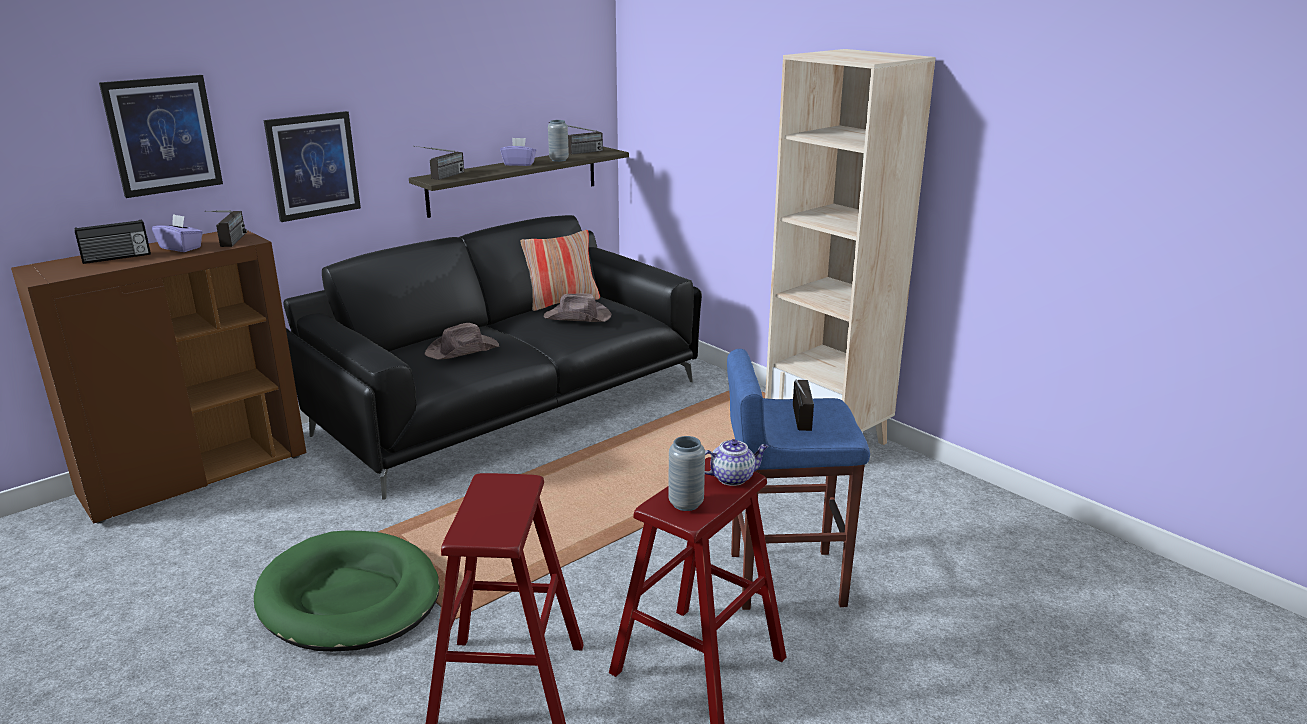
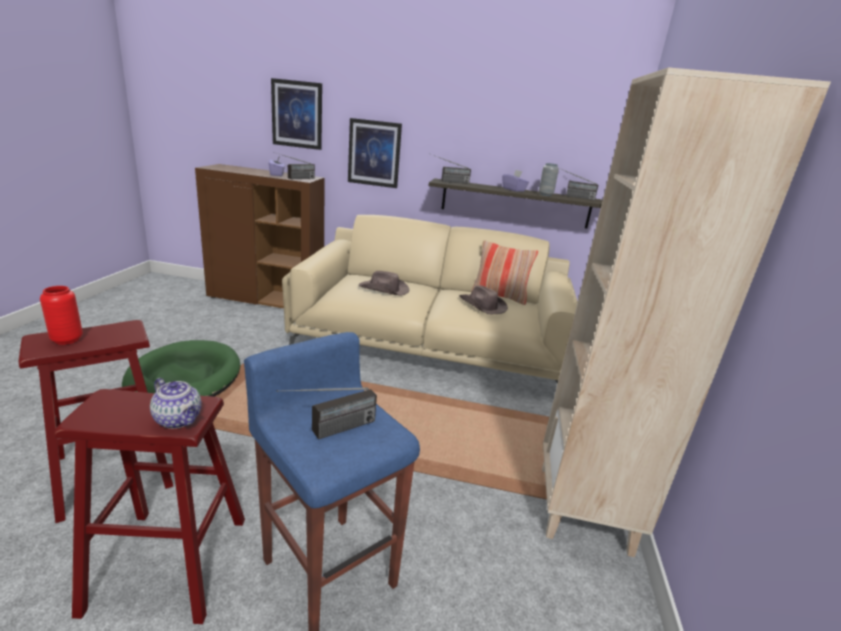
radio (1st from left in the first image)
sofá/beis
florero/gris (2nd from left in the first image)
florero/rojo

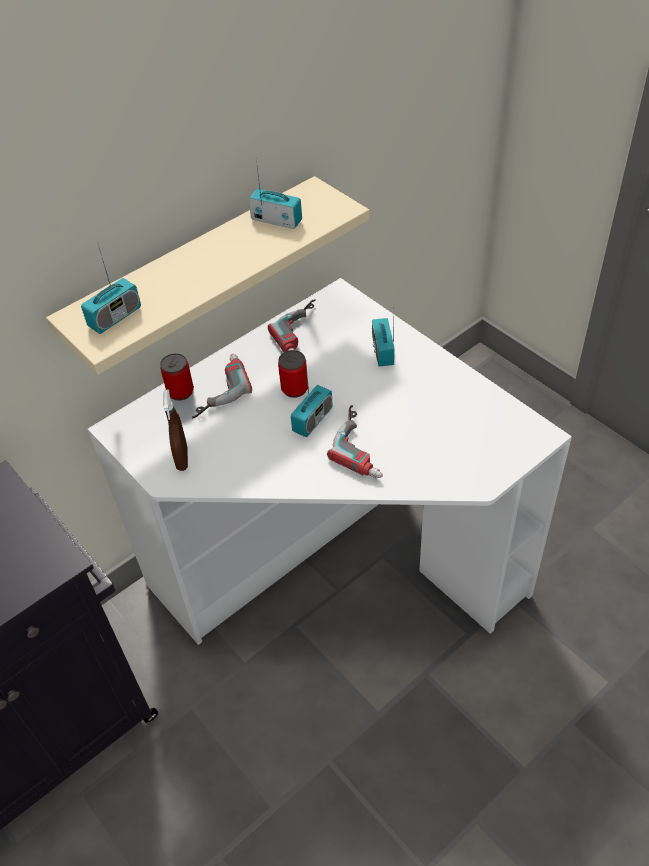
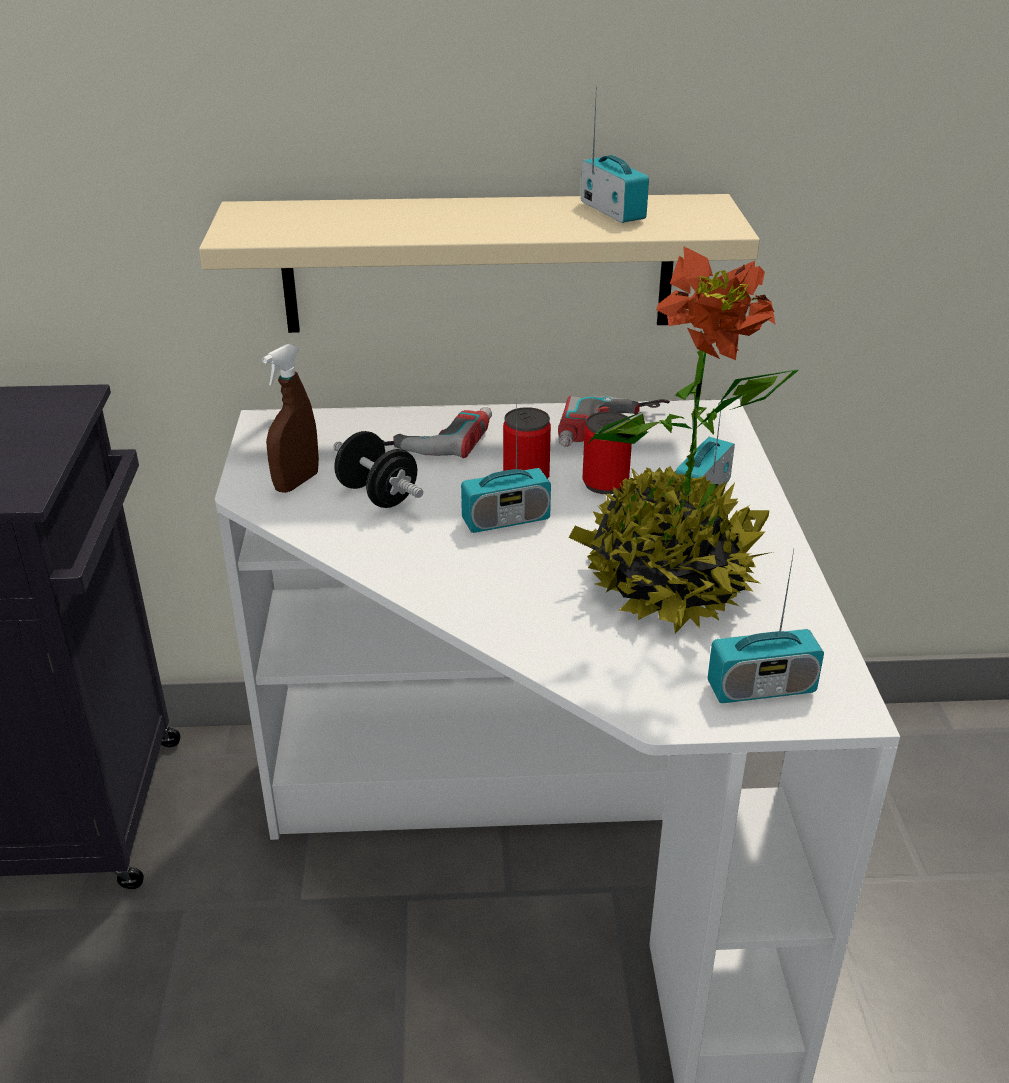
radio (4th from left)
lata (2nd from left)
taladro (3rd from left in the first image)
mancuerna/negro
planta en maceta

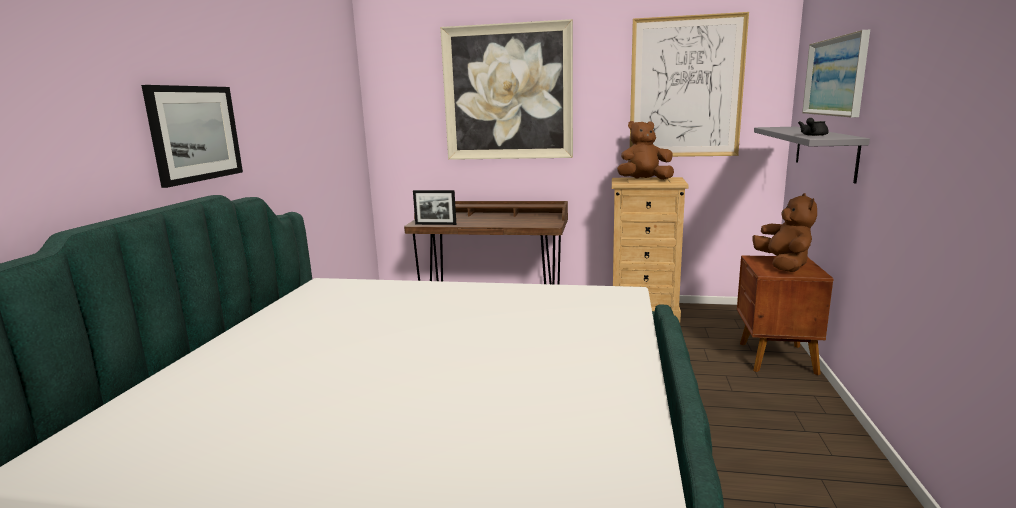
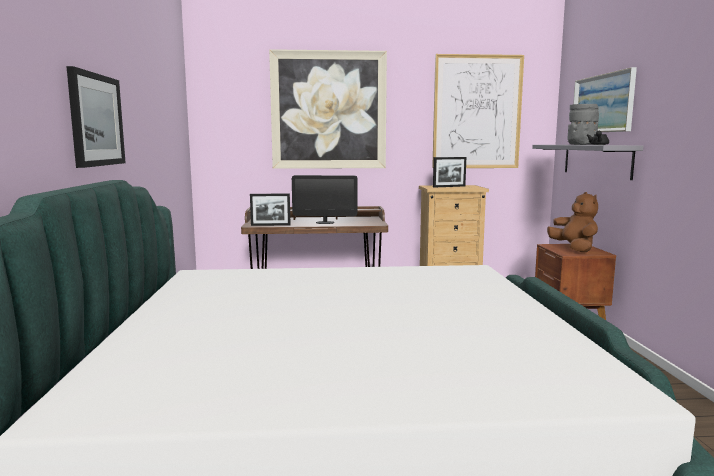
portarretratos (2nd from left)
monitor
florero/gris

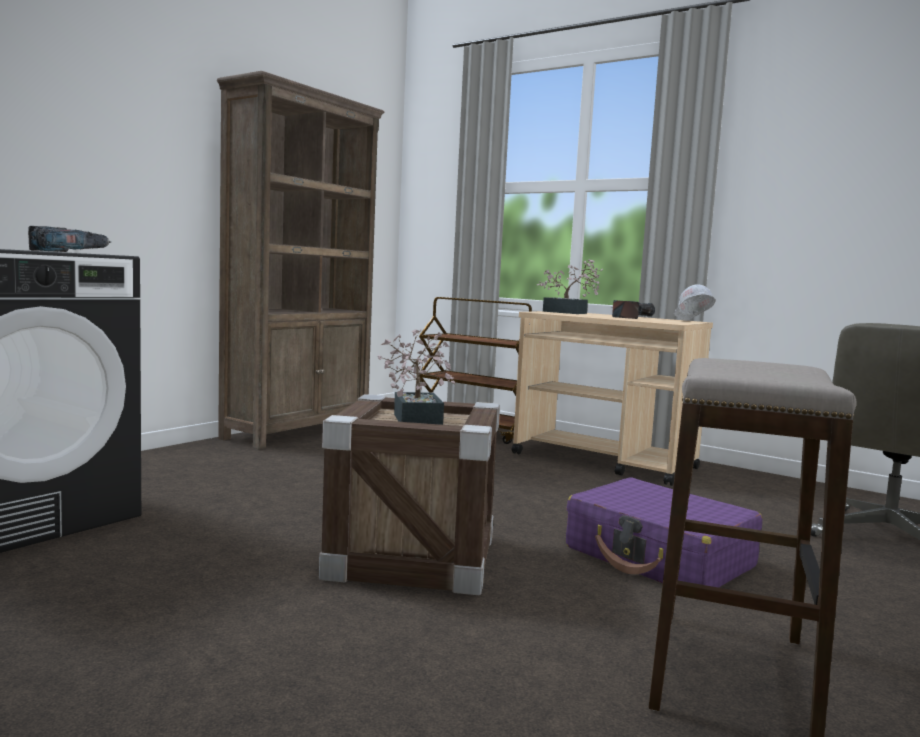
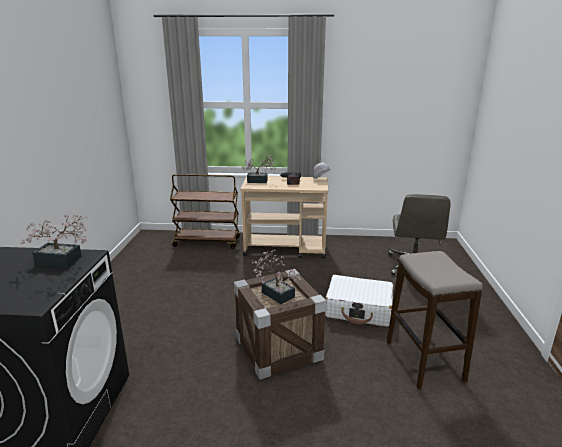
planta en maceta (1st from left)
estantería/marrón
maleta/blanco

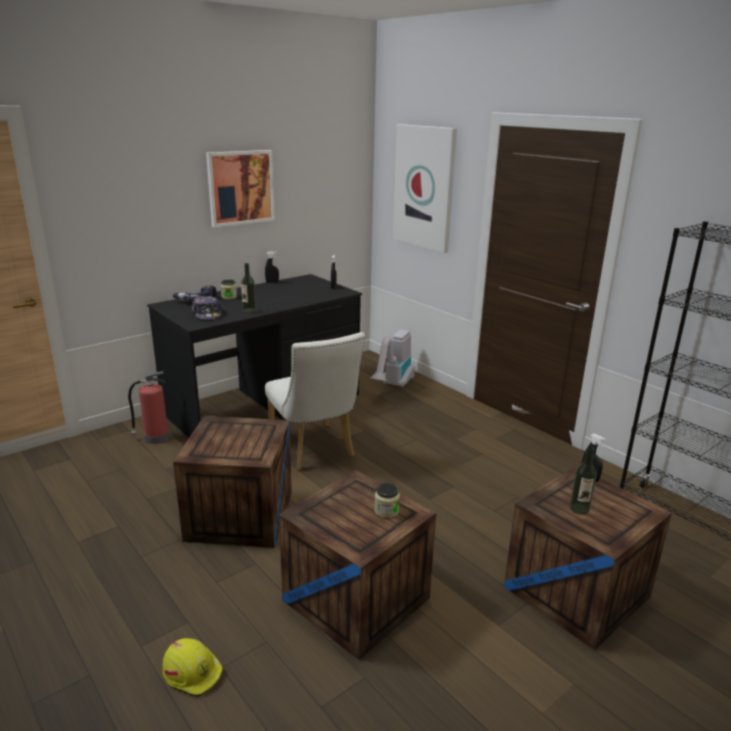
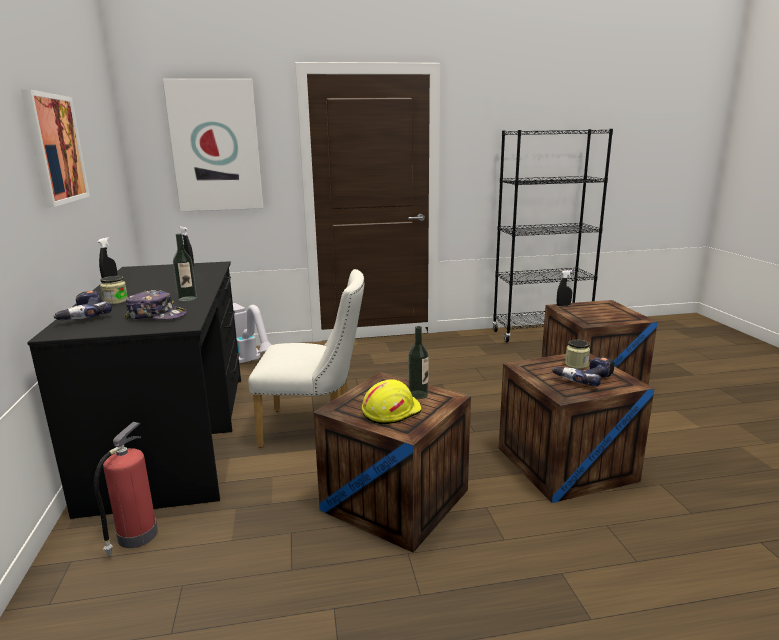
casco/amarillo
botella (2nd from left)
taladro (2nd from left)

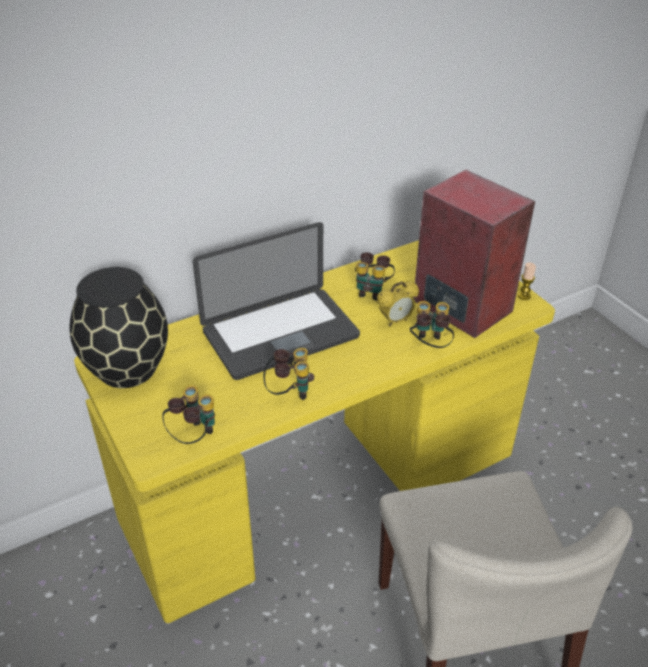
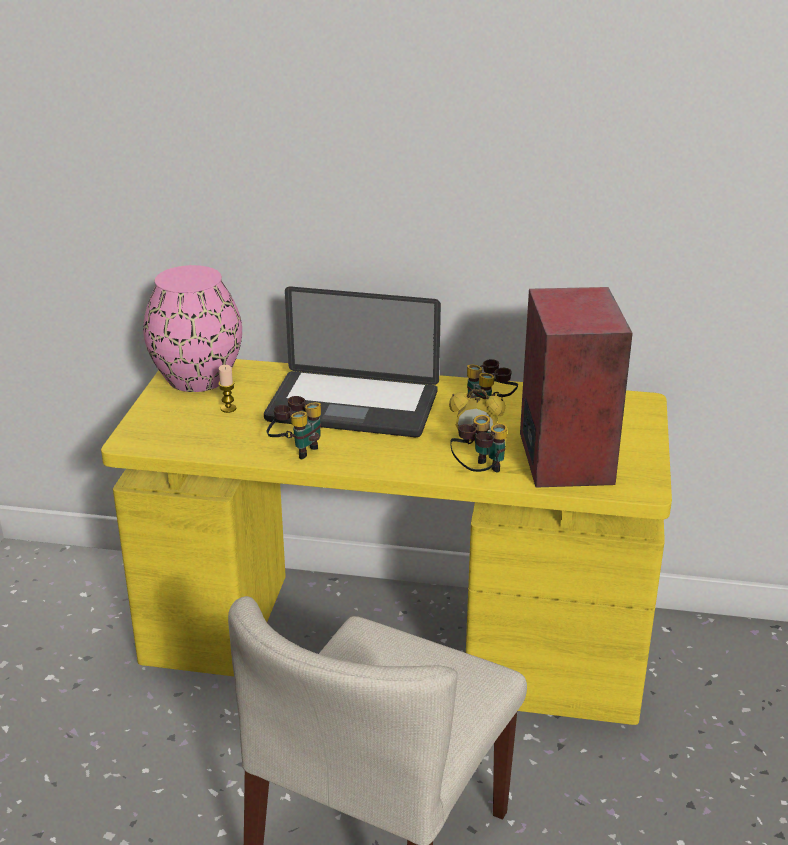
florero/rosa
prismáticos (1st from left in the first image)
vela

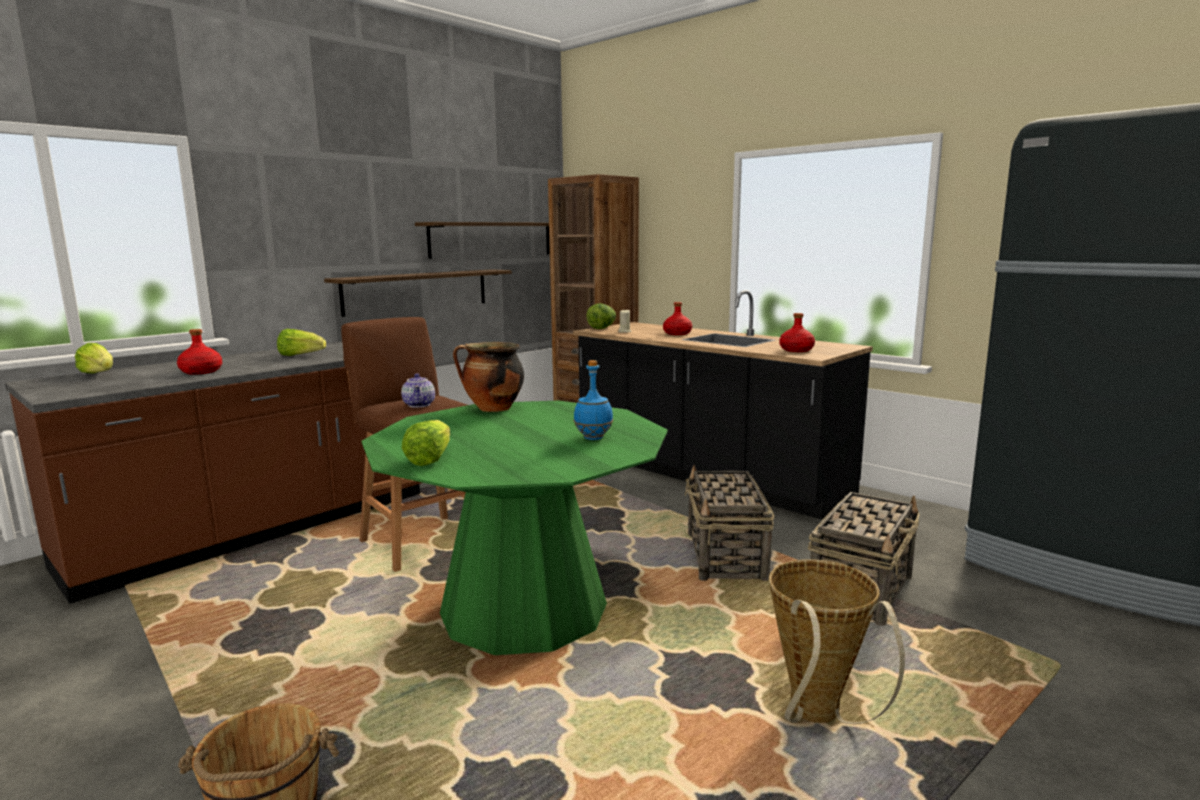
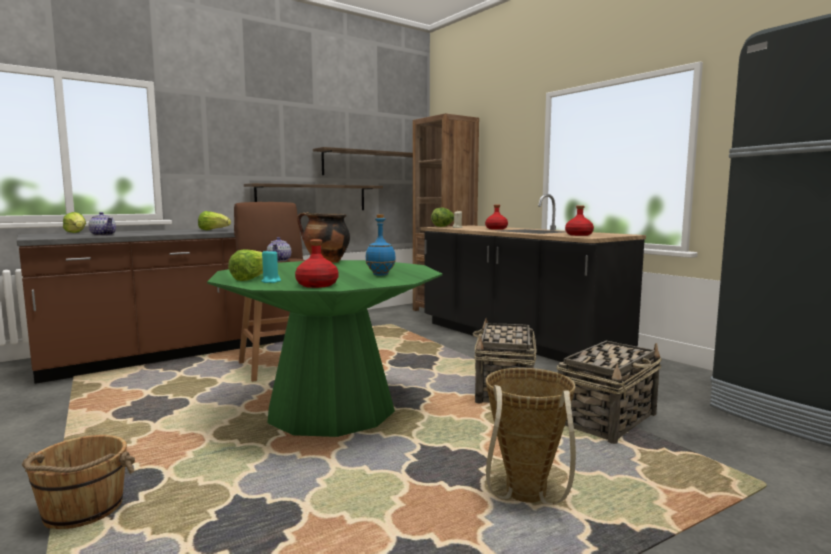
botella/rojo (1st from left)
tetera (1st from left)
vela/turquesa

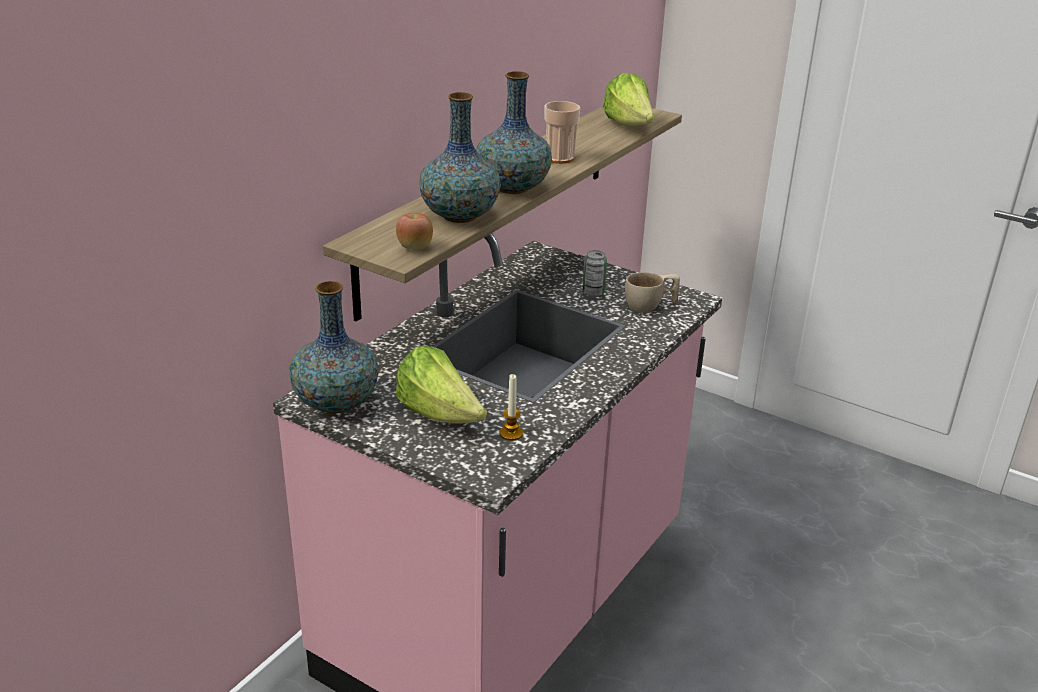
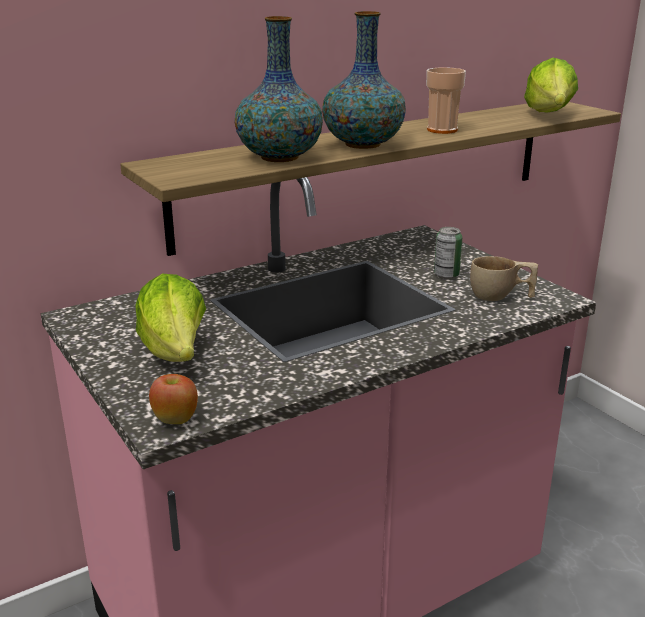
florero (1st from left in the first image)
manzana
vela

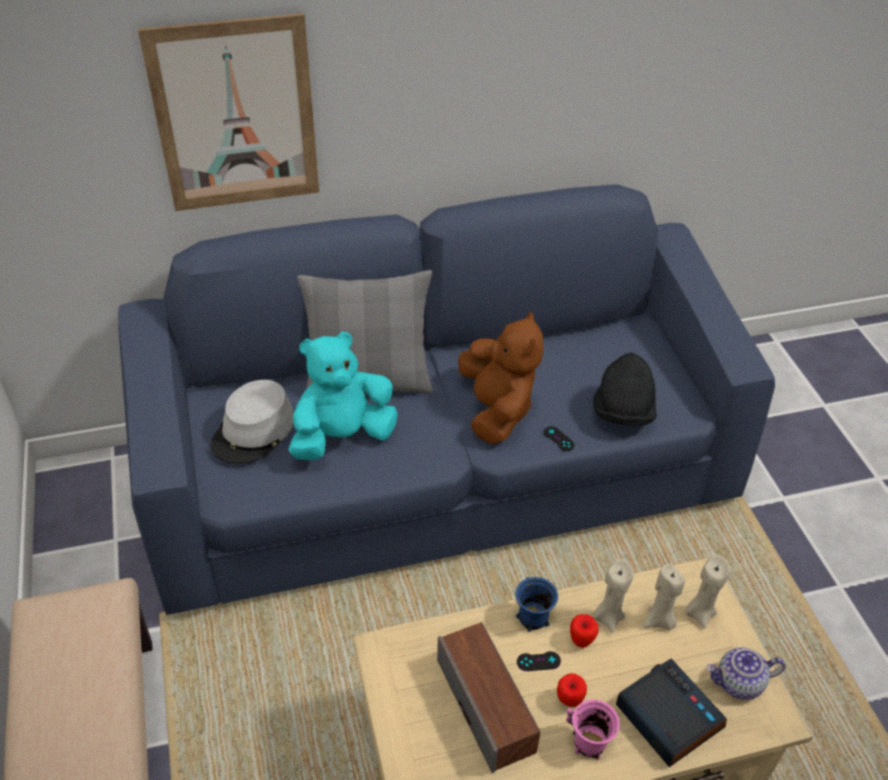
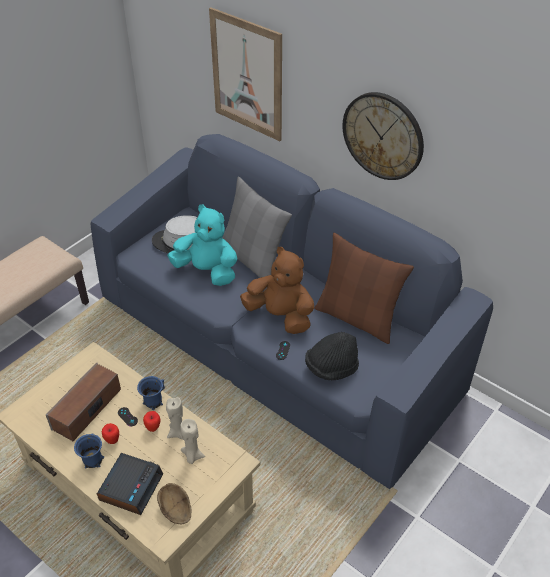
peluche/marrón
taza grande/azul (1st from left)
vela/beis (3rd from left in the first image)
cuenco/marrón
cojín/marrón
reloj de pared

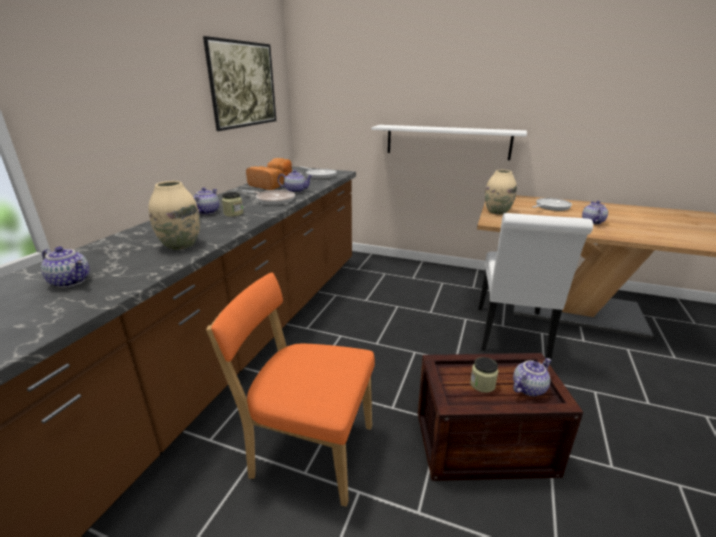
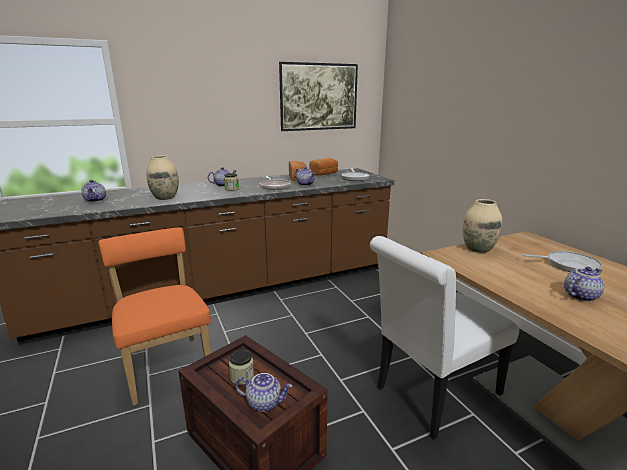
estante/blanco

